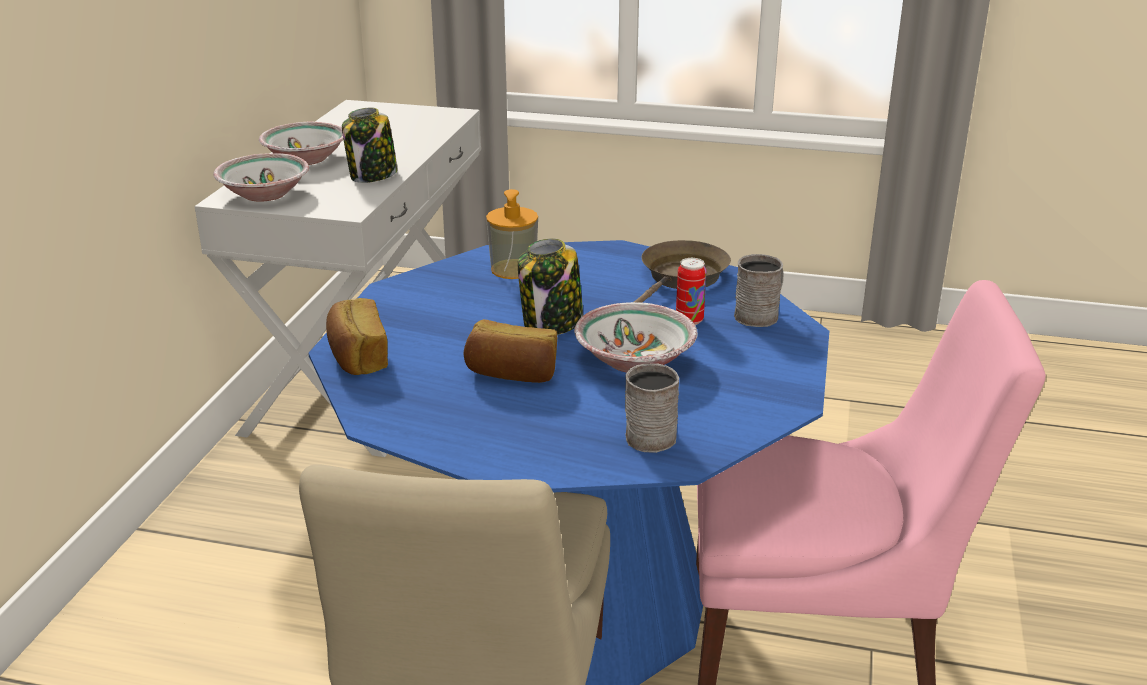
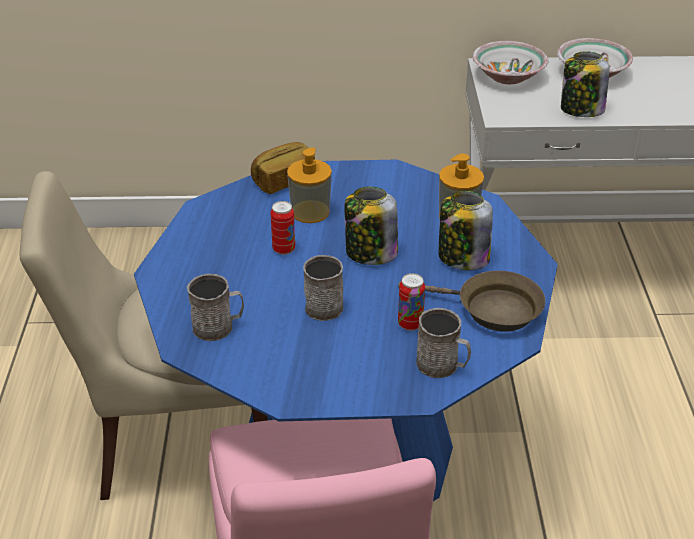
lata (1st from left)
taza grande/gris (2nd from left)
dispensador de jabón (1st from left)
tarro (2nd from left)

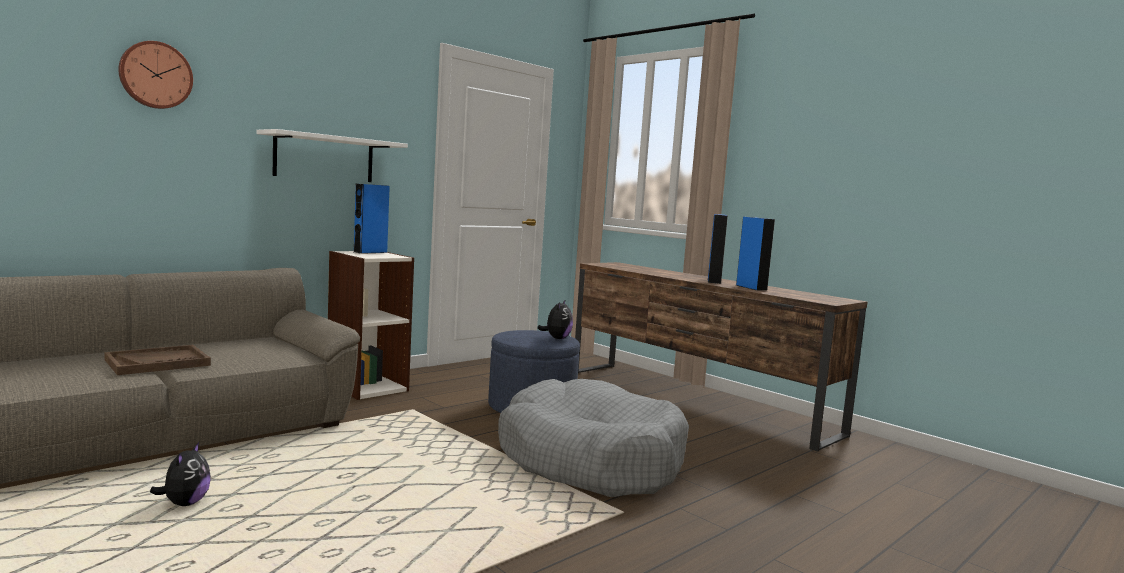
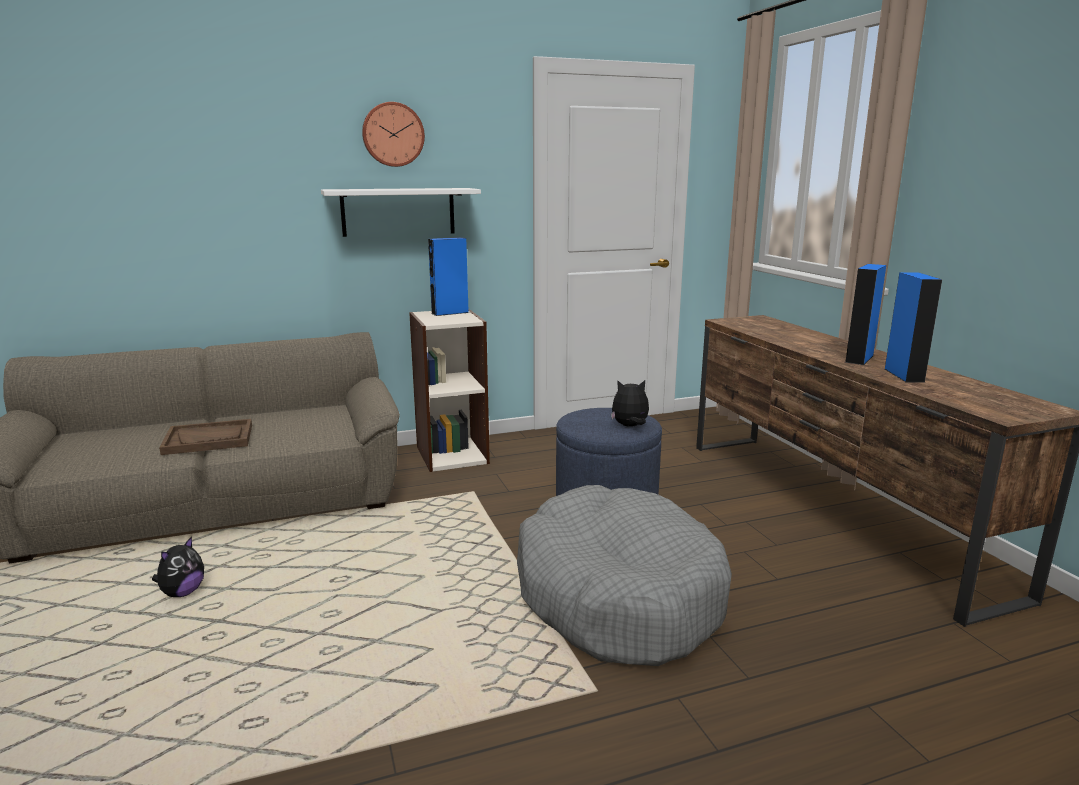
reloj de pared
peluche (2nd from left)

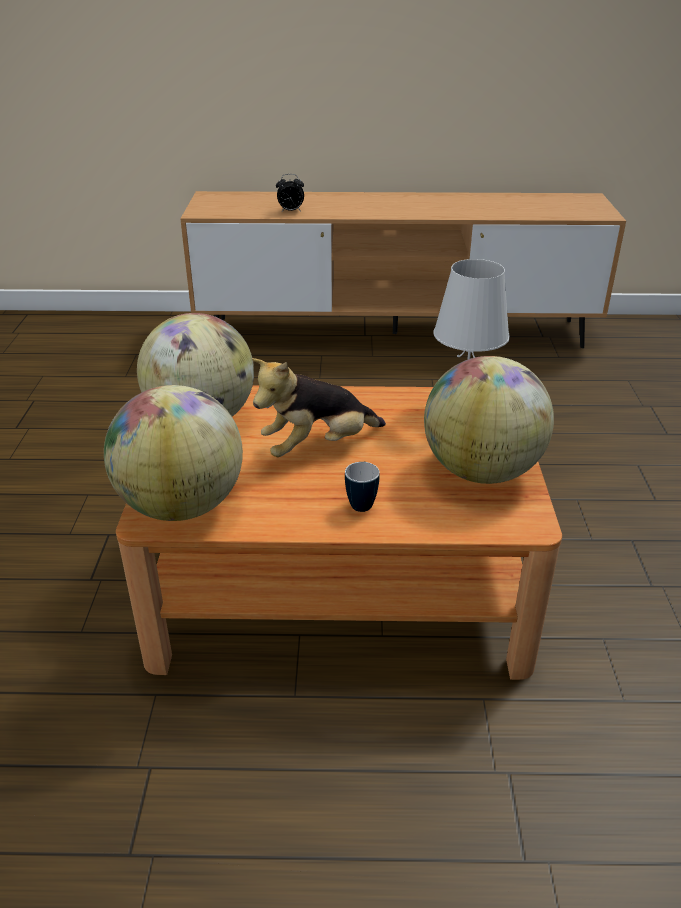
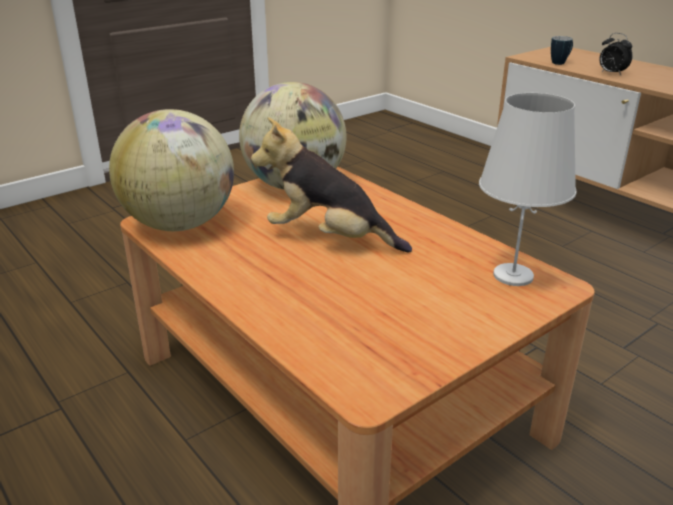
taza grande
globo terráqueo (3rd from left in the first image)

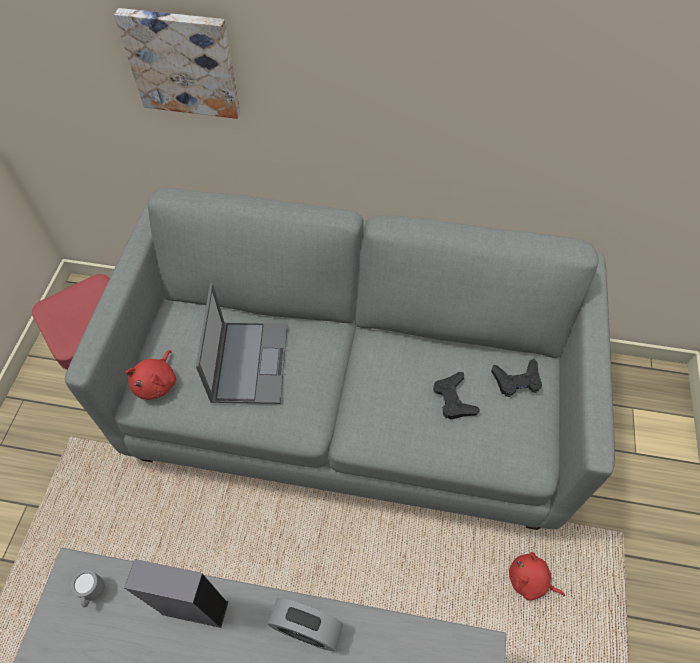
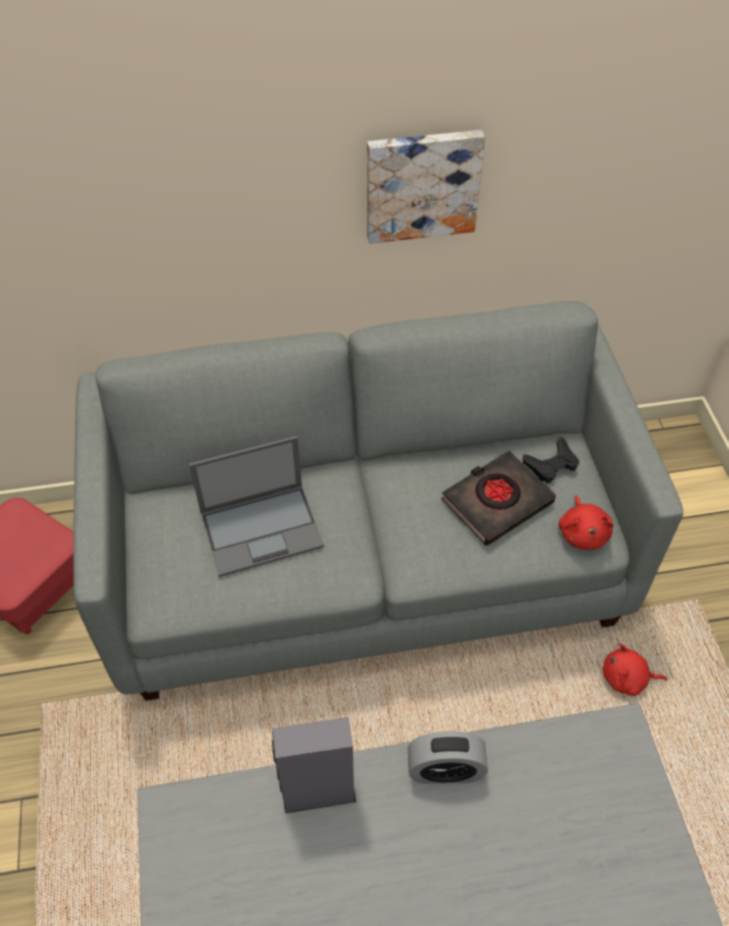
taza grande/gris
cuadro
peluche/rojo (1st from left)
portátil
libro/negro

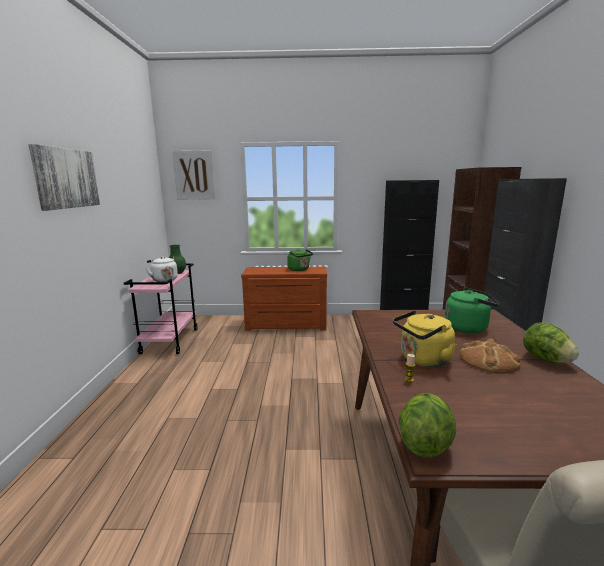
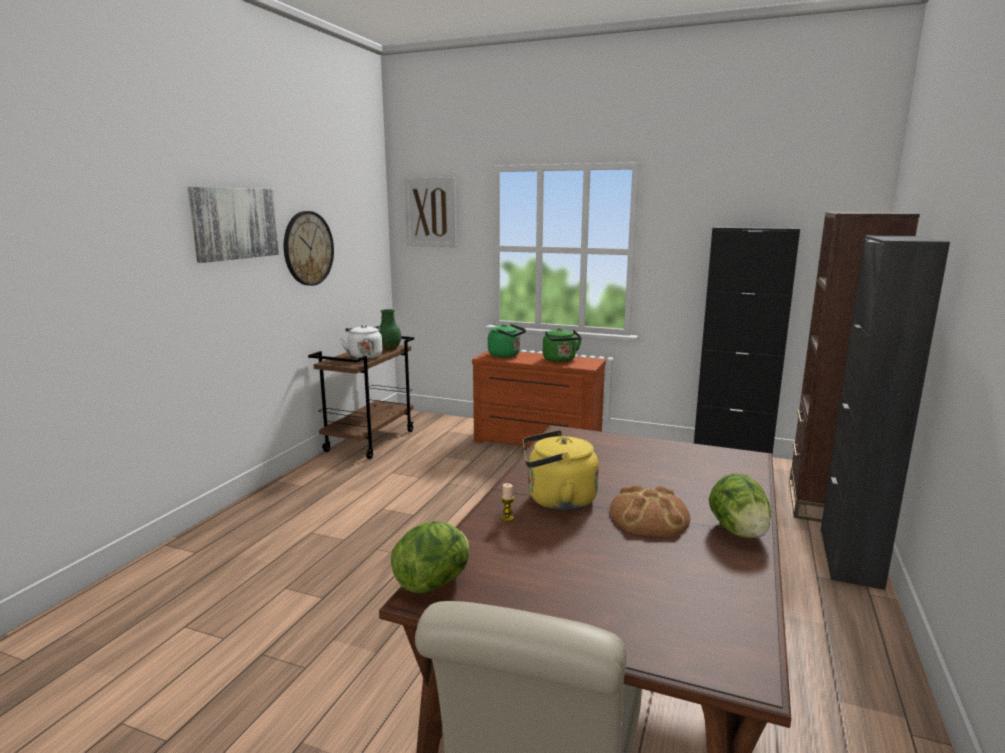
carrito/marrón
hervidor/verde (1st from left)
reloj de pared

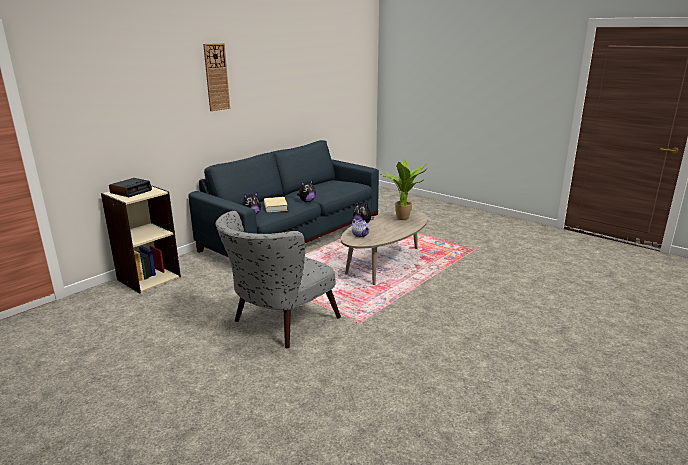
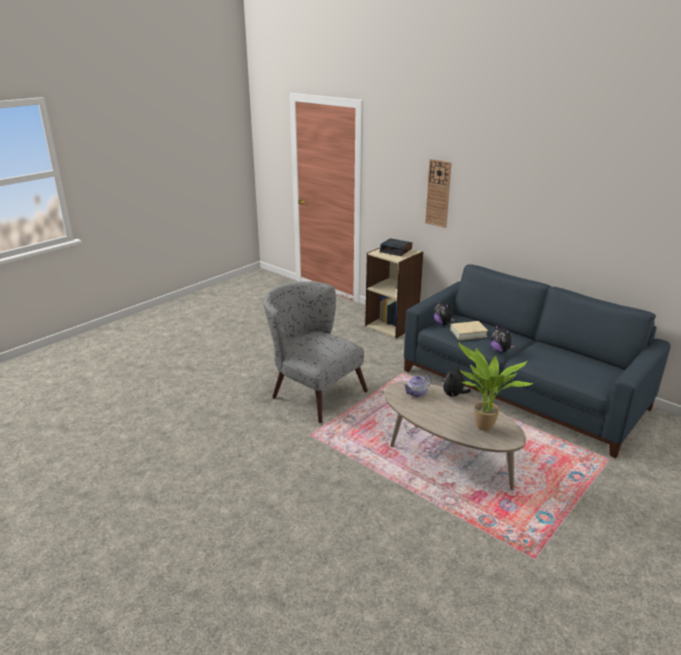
reloj de pared

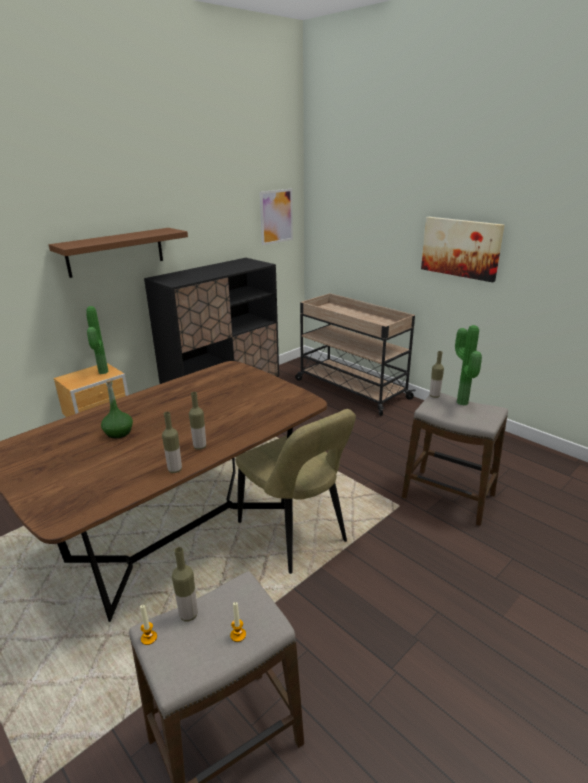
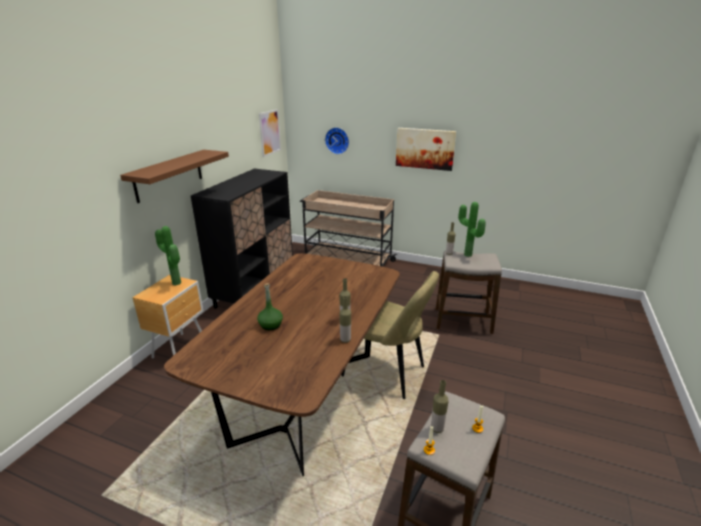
reloj de pared

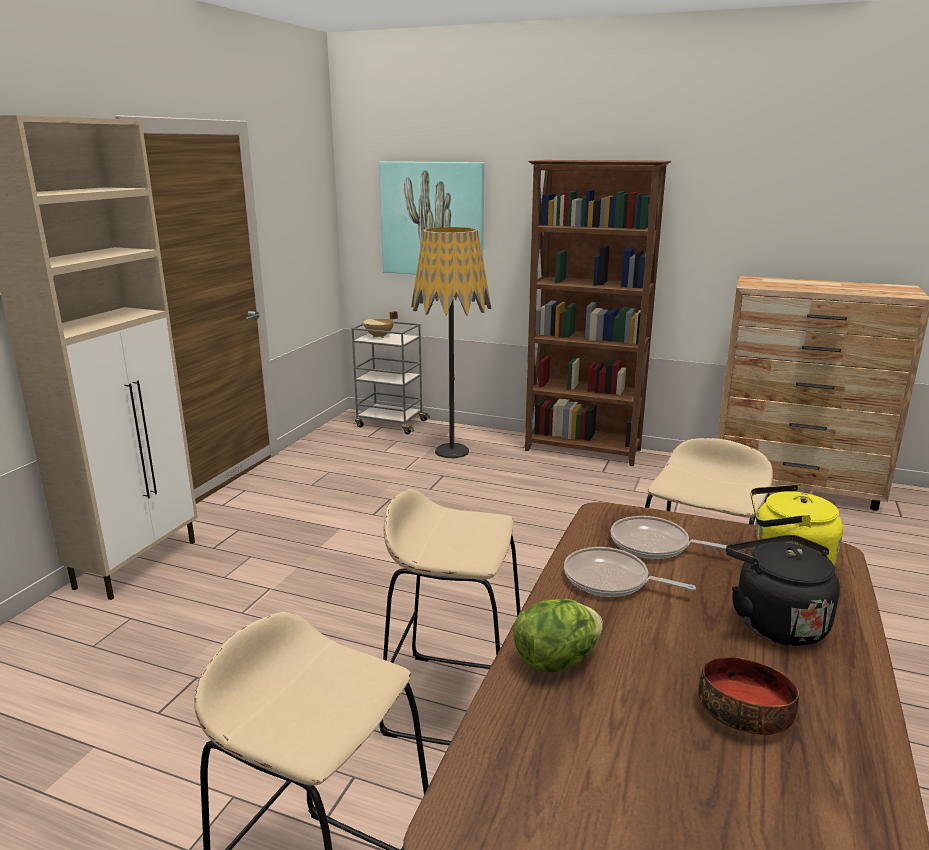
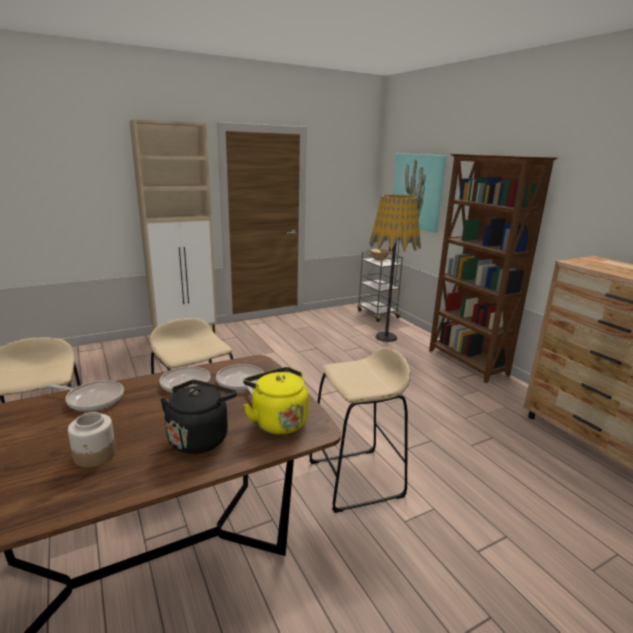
sartén (1st from left)
tarro

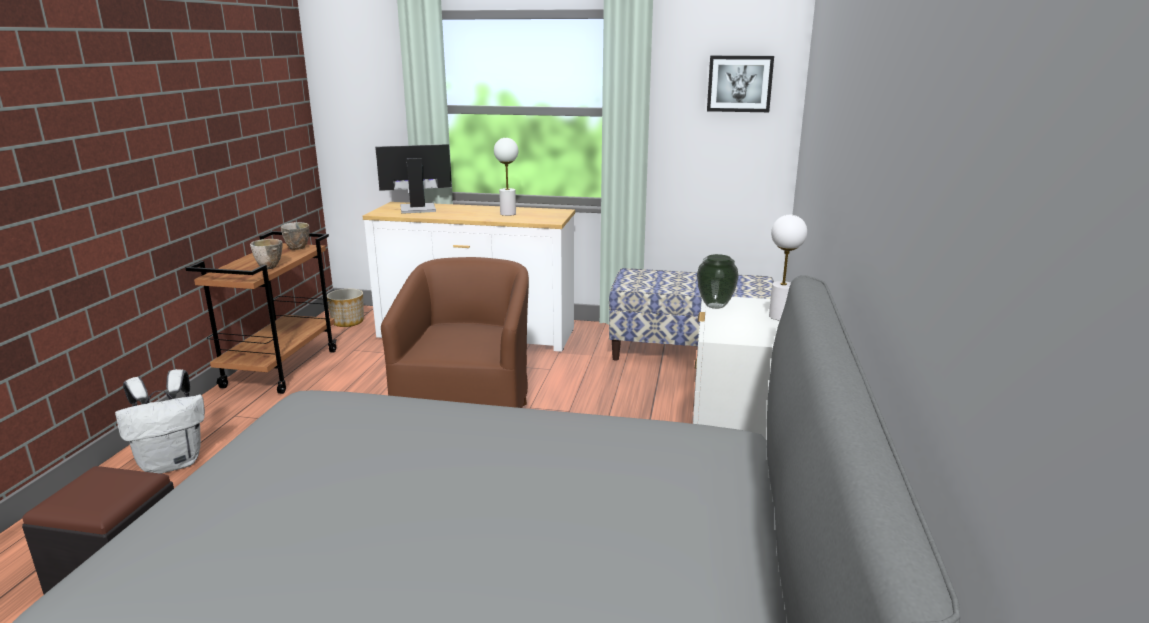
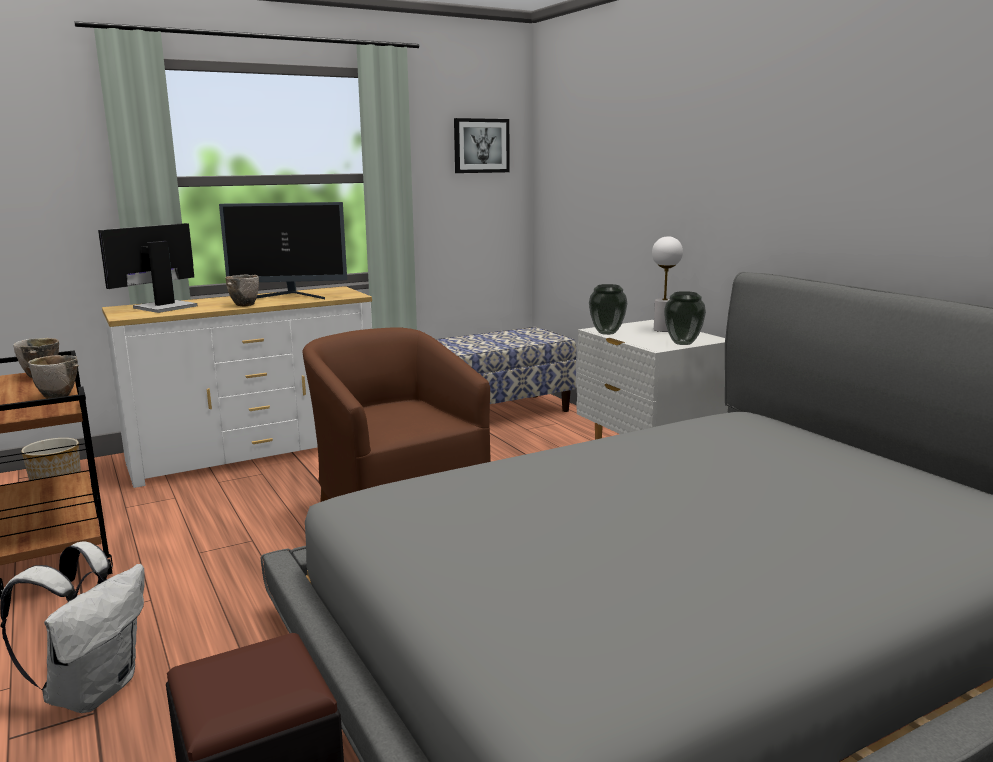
monitor (2nd from left)
cuenco (3rd from left)
florero (2nd from left)

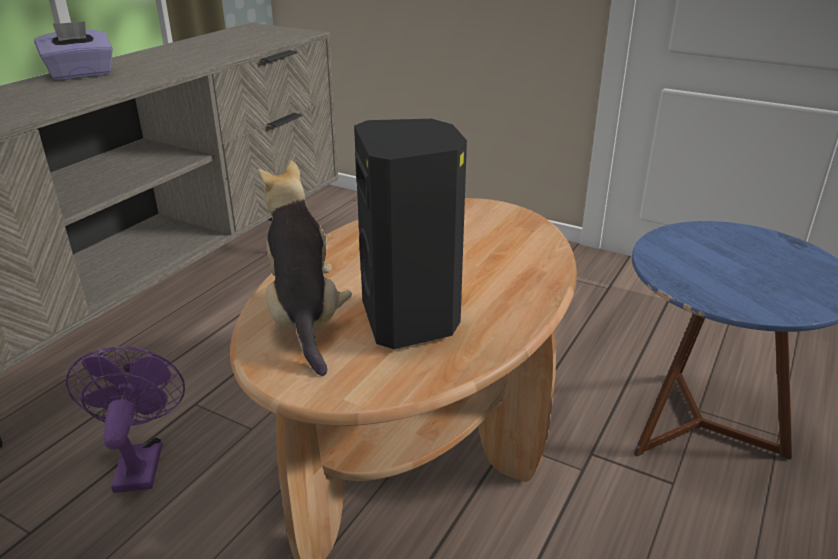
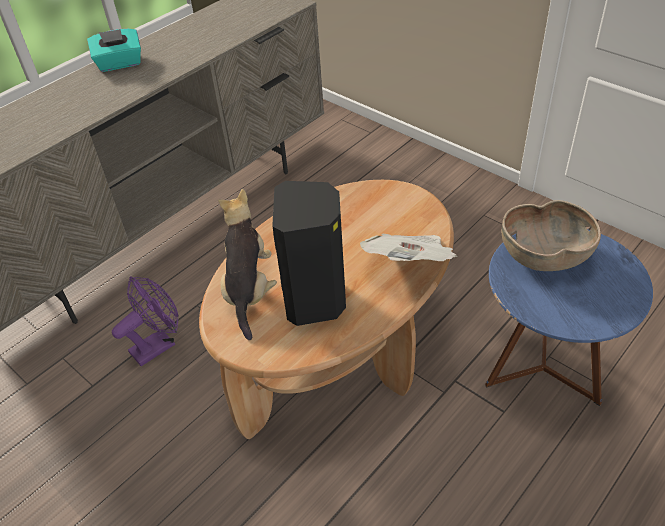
caja de pañuelos/turquesa
ventilador/morado
periódico
cuenco/marrón

